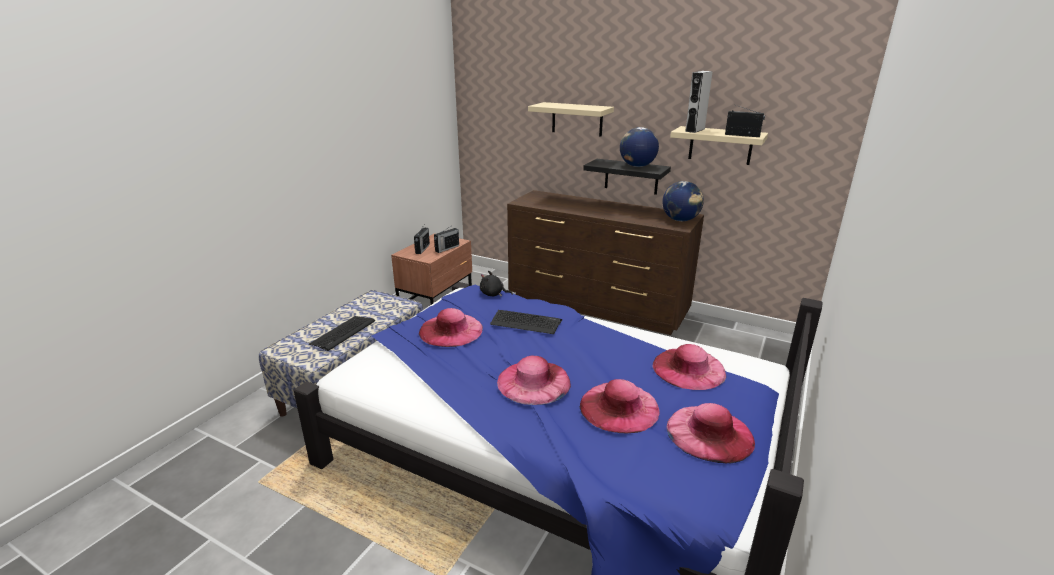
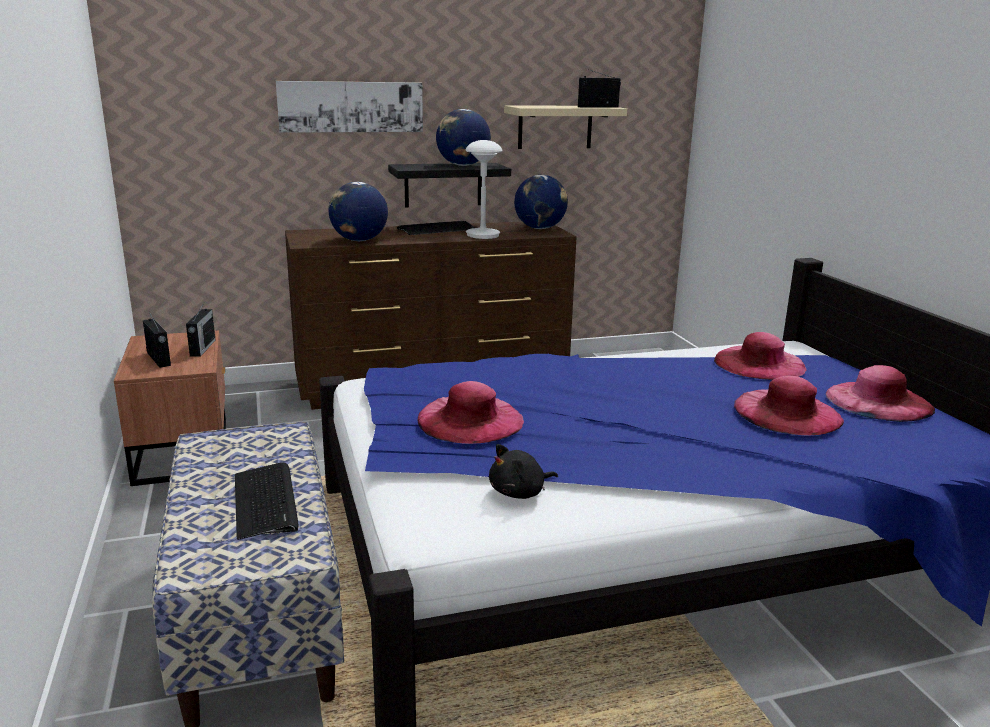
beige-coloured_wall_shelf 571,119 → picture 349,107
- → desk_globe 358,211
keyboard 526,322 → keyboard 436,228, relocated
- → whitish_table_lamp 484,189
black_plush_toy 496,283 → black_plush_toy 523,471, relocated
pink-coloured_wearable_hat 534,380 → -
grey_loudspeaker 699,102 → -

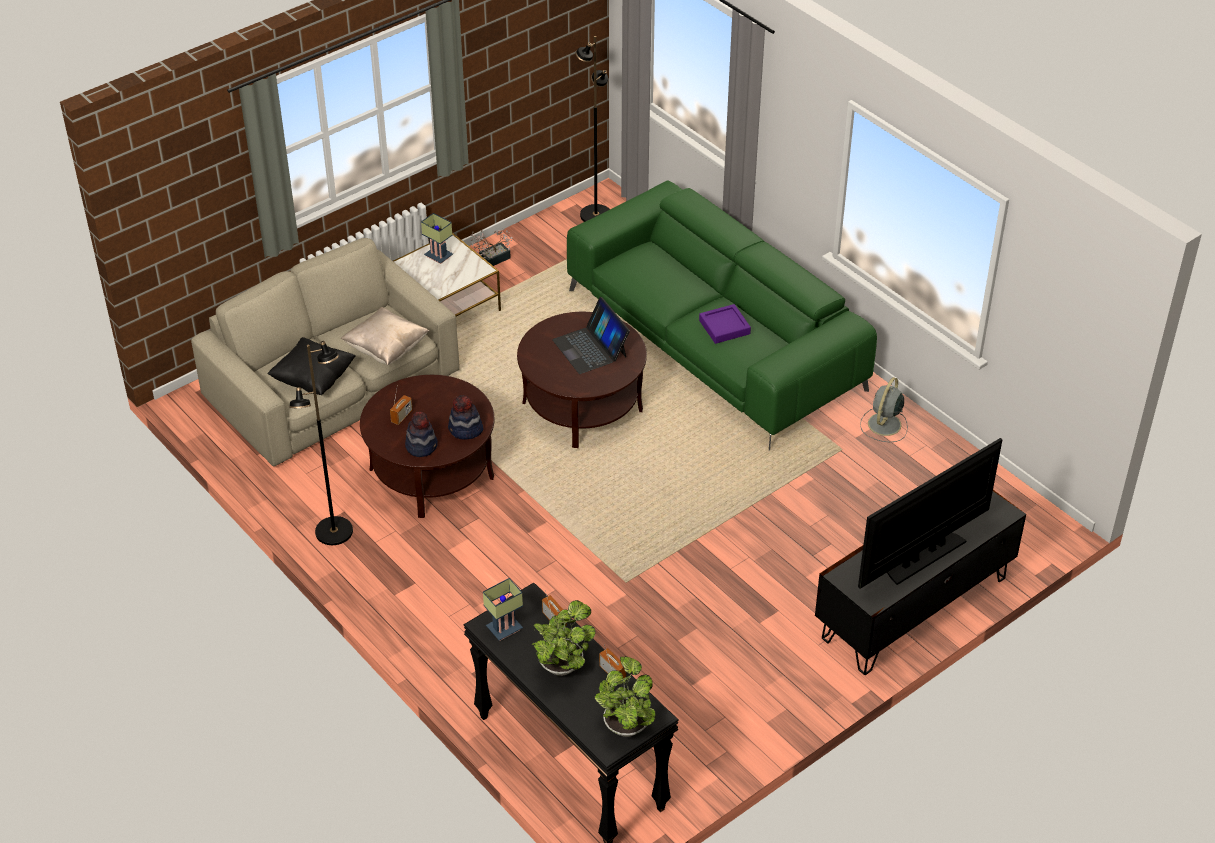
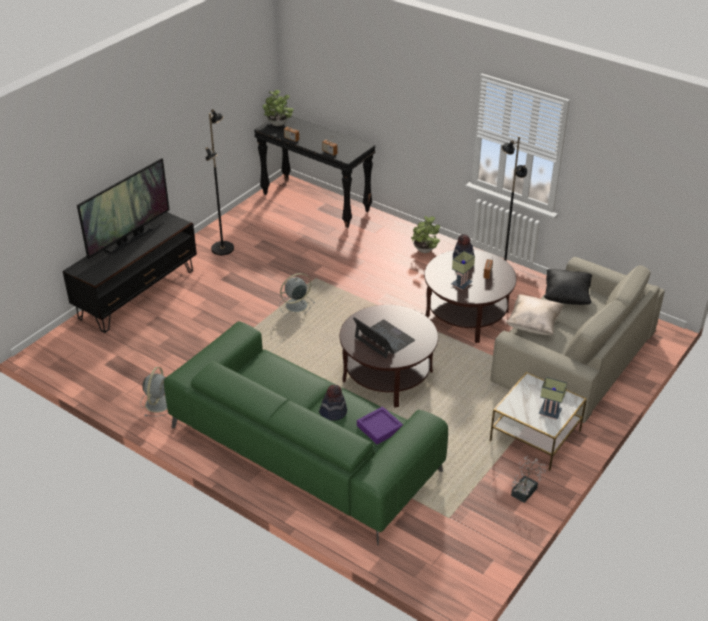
black_standing_lamp 593,129 → black_standing_lamp 219,182, relocated
- → grey_electric_fan 297,294
wearable_hat 466,417 → wearable_hat 333,403, relocated
purplish_tray 725,324 → purplish_tray 380,425, relocated
houseplant 564,638 → houseplant 425,234, relocated
table_lamp 503,609 → table_lamp 463,270, relocated

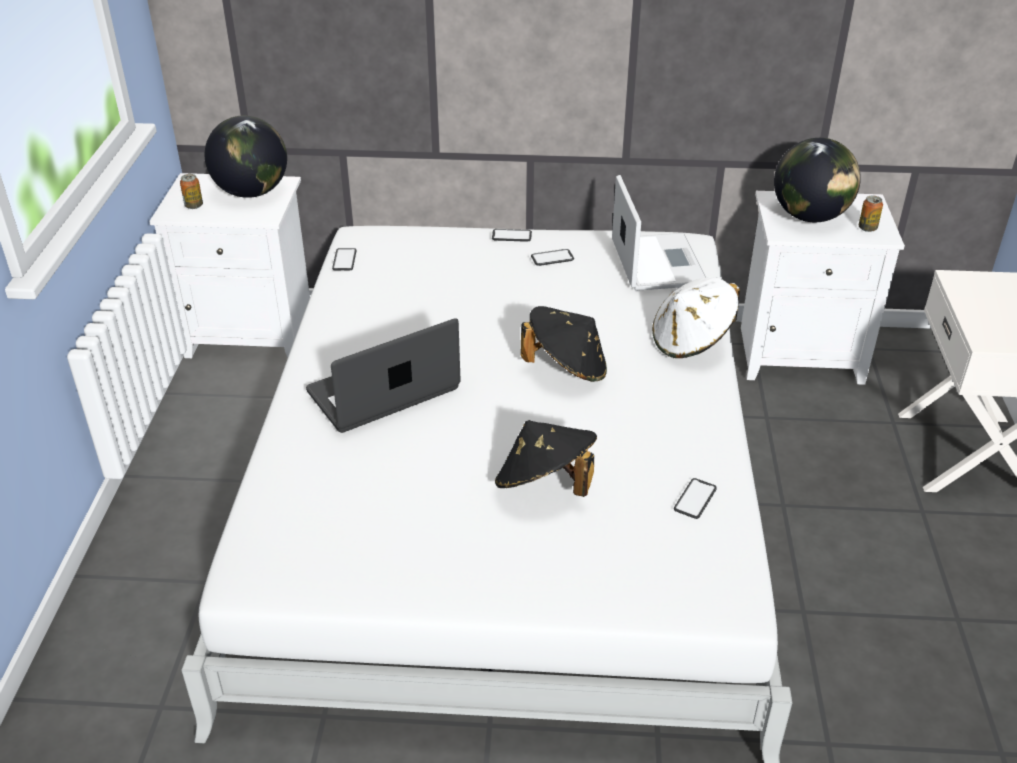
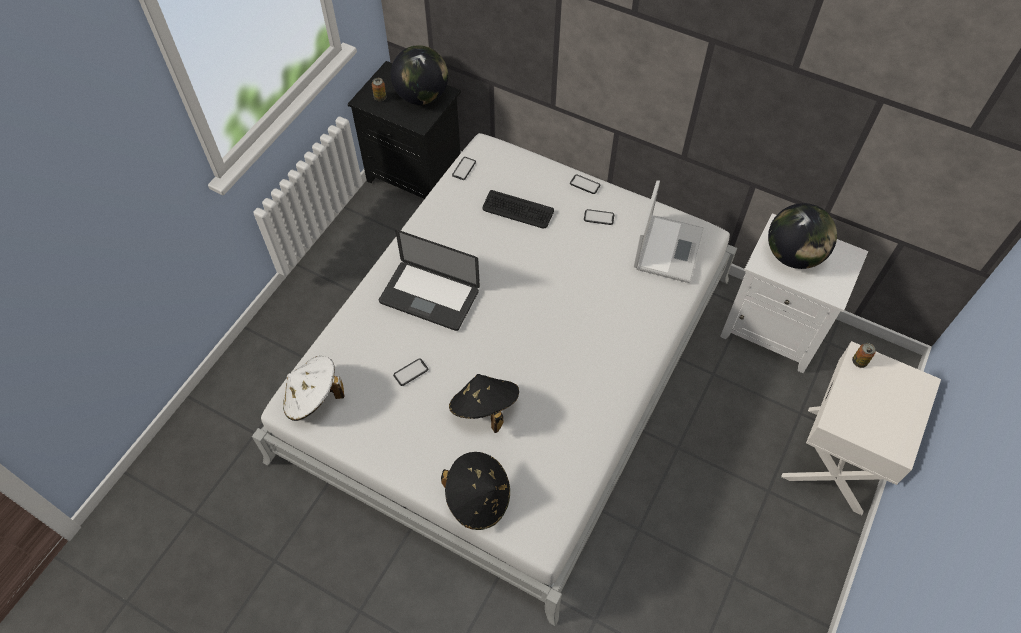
whitish_wearable_hat 696,317 → whitish_wearable_hat 314,388, relocated
whitish_bedside_table 229,265 → black_bedside_table 404,130
laptop 383,375 → laptop 429,280, 150 degrees counterclockwise
phone 695,498 → phone 410,372, relocated
black_wearable_hat 564,344 → black_wearable_hat 475,491, relocated
- → keyboard 518,209
sealed_can 871,214 → sealed_can 864,355, relocated

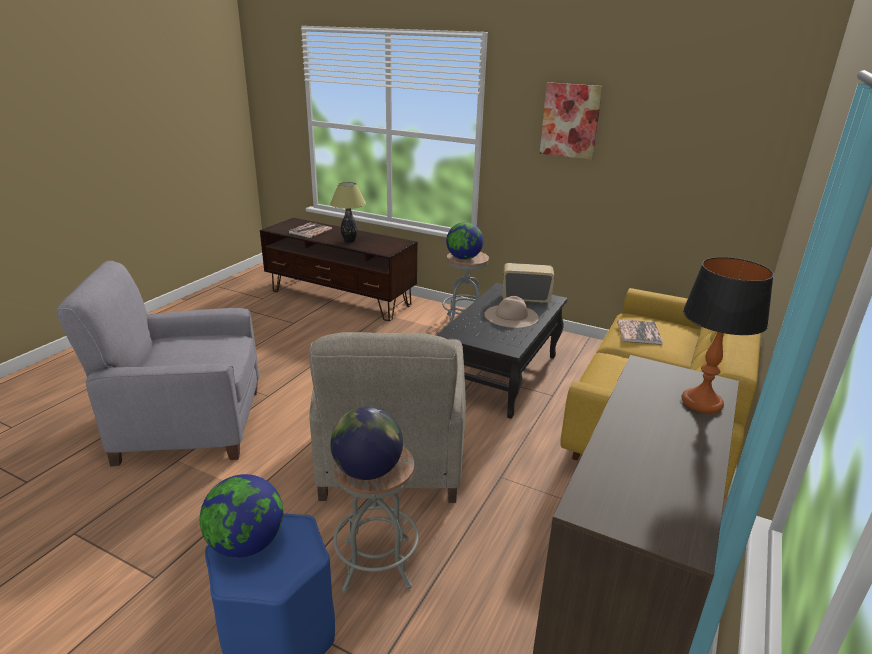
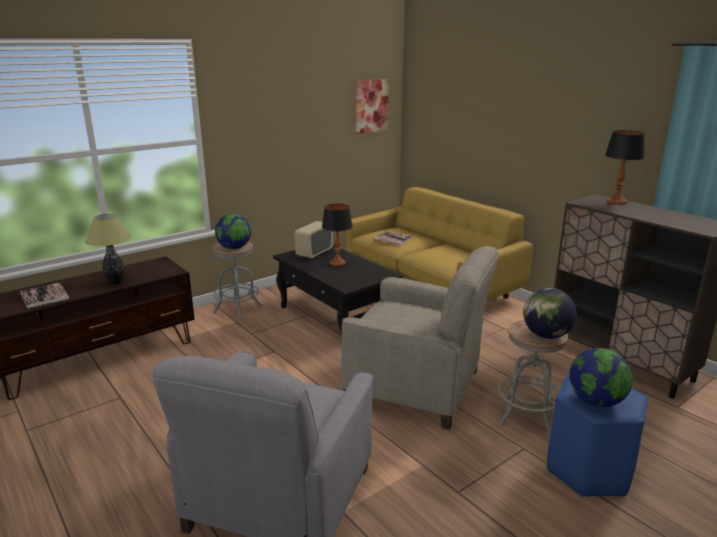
beige-coloured_wearable_hat 511,312 → table_lamp 337,235
picture 571,121 → picture 372,106, relocated

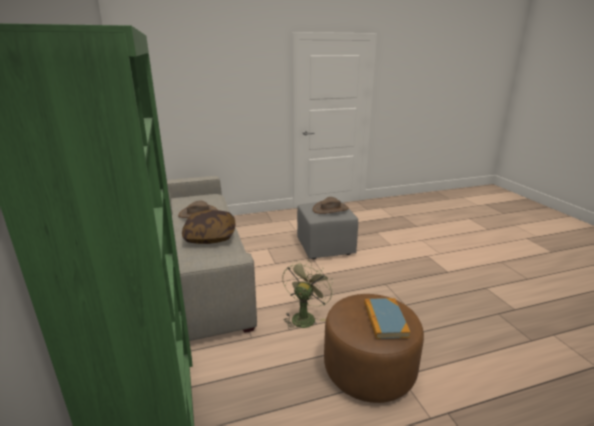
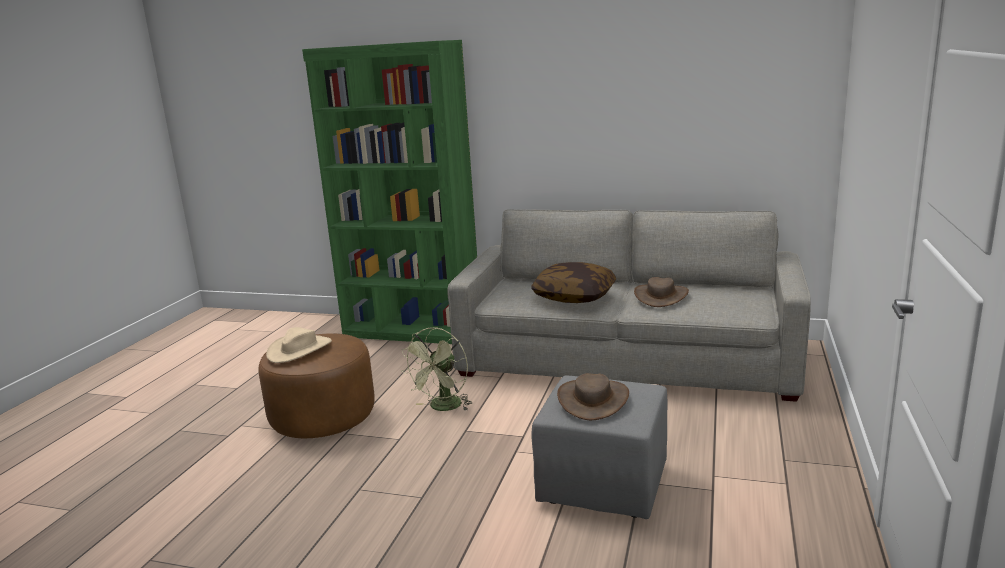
bound_book 387,318 → beige-coloured_wearable_hat 299,345
green-coloured_electric_fan 308,295 → green-coloured_electric_fan 436,369, 60 degrees clockwise

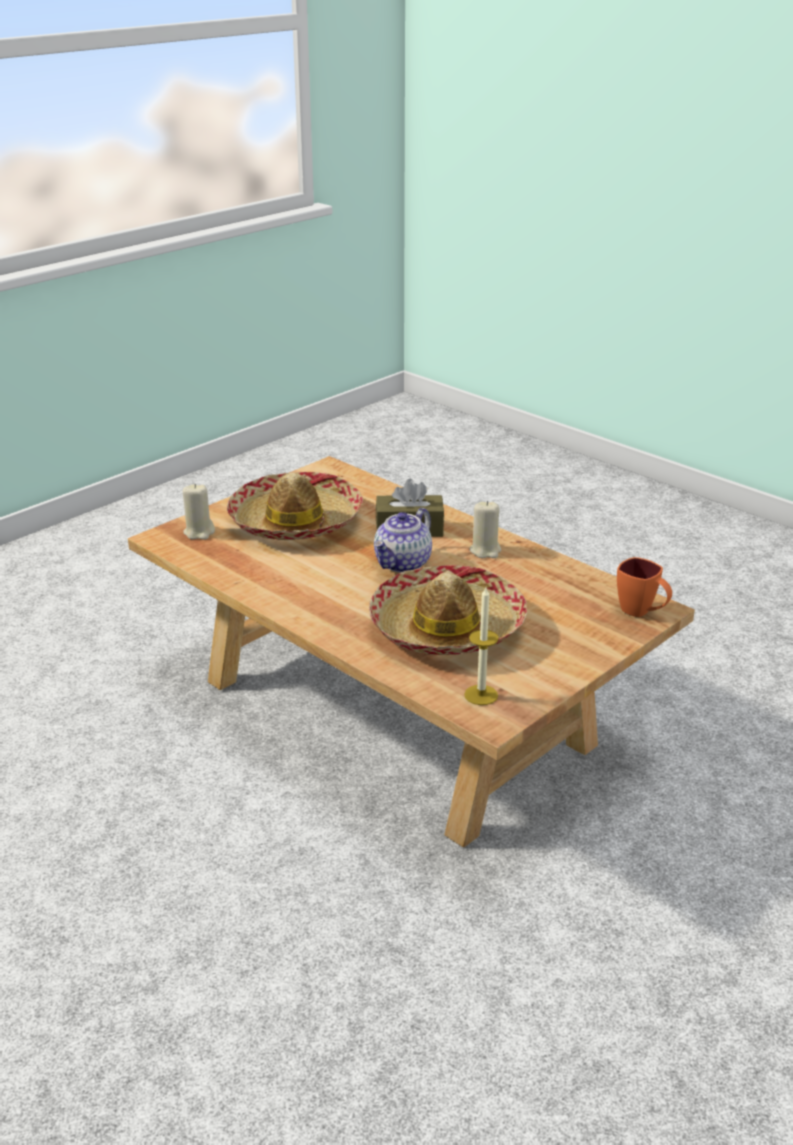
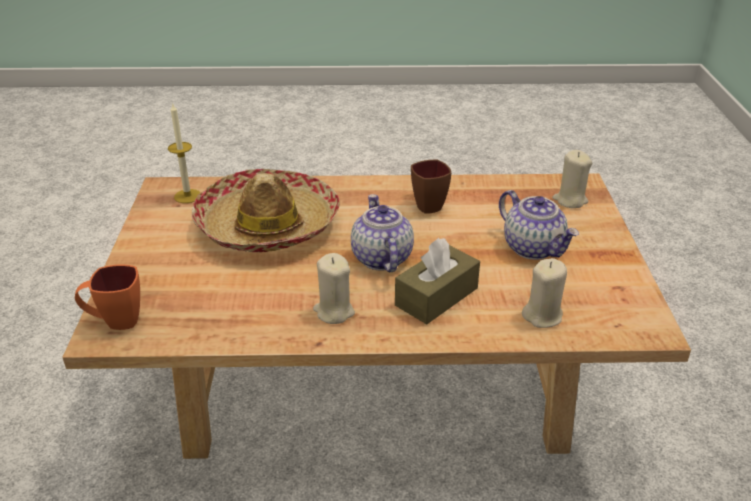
- → brown_mug 431,187
wearable_hat 295,506 → tea_pot 539,225
- → beige-coloured_candle 544,293

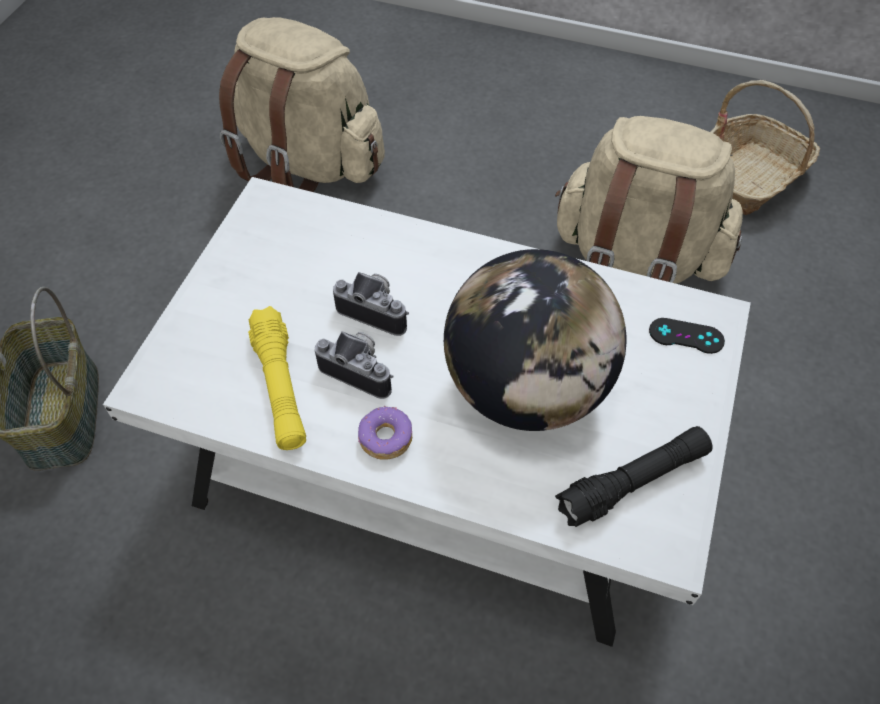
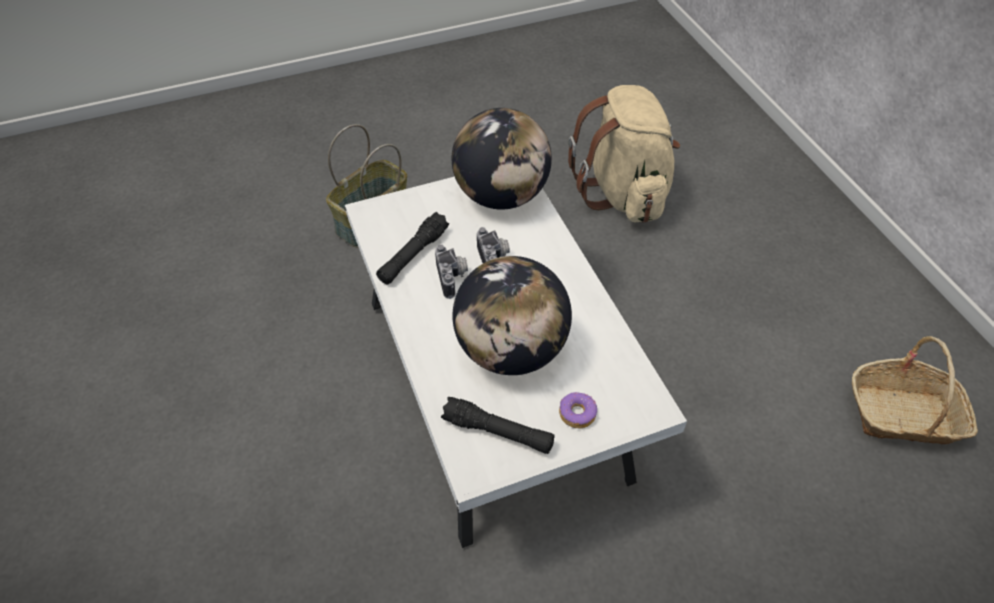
yellowish_torch 277,378 → black_torch 412,248
- → desk_globe 502,159
donut 385,433 → donut 578,410, relocated
beige-coloured_knapsack 649,200 → -
black_game_controller 687,336 → -

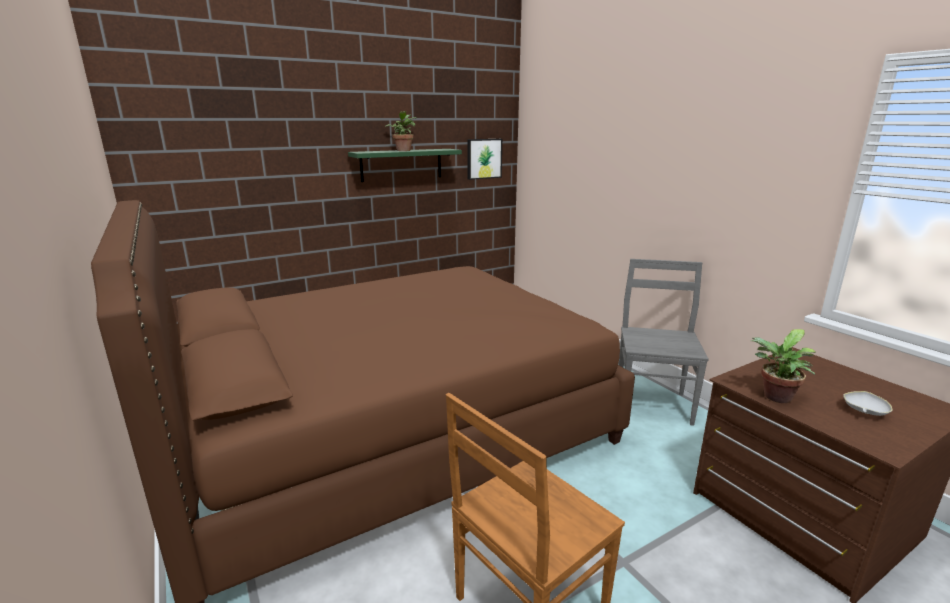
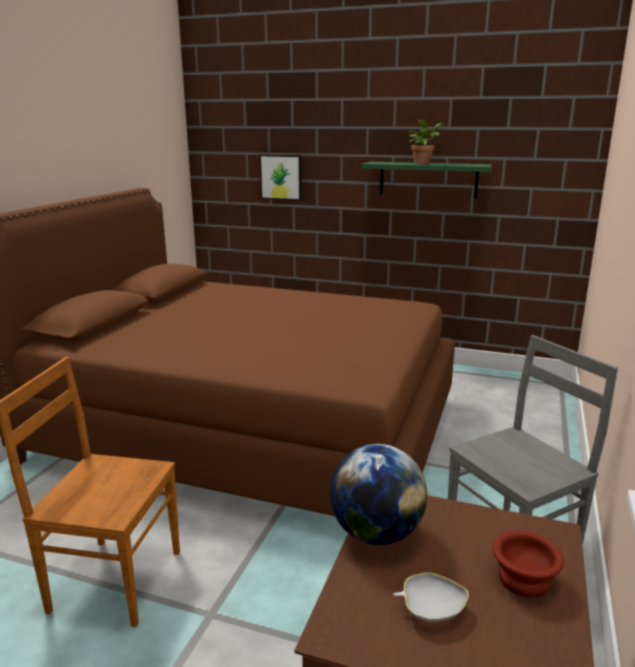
picture 484,159 → picture 280,177, relocated
houseplant 783,366 → desk_globe 378,494
- → brown_bowl 528,564

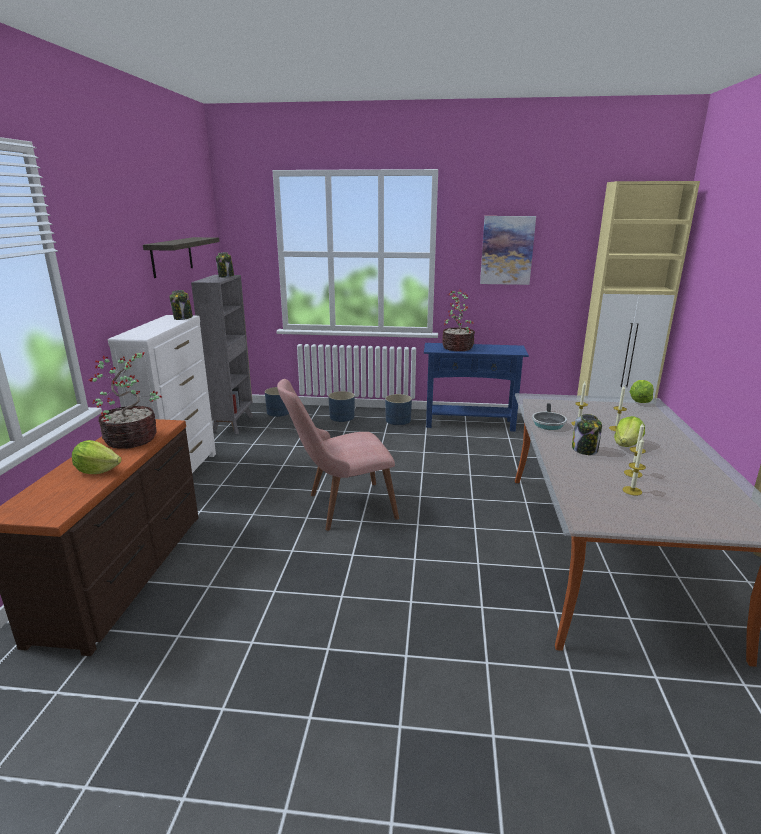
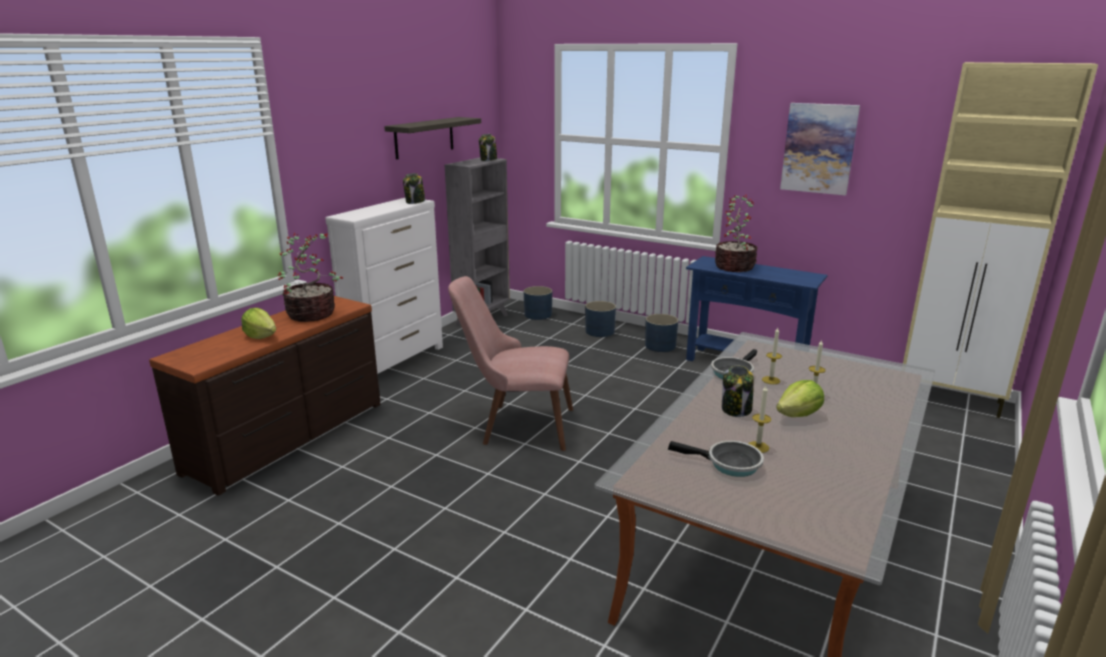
candle 634,467 → frying_pan 716,459
head_of_lettuce 641,391 → -

